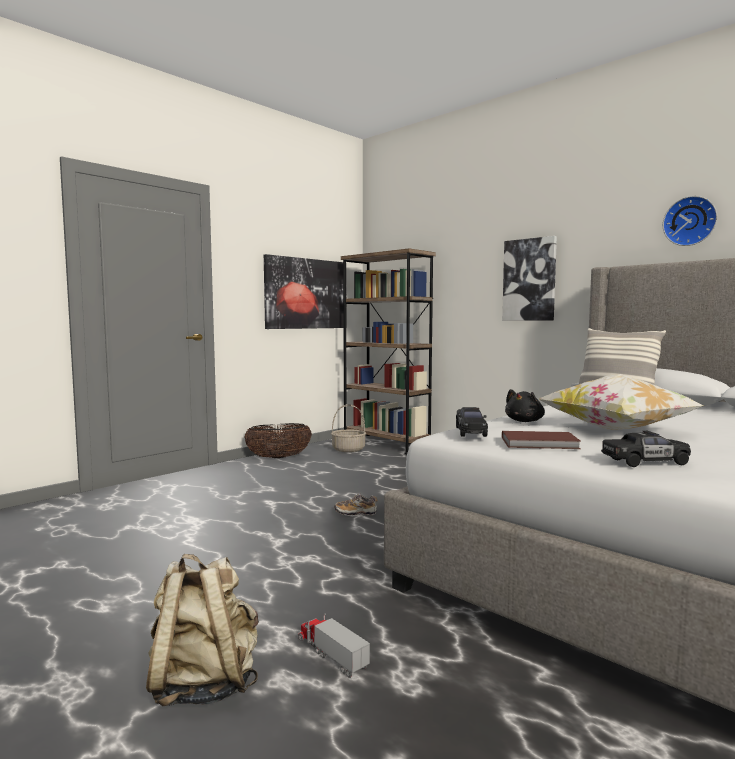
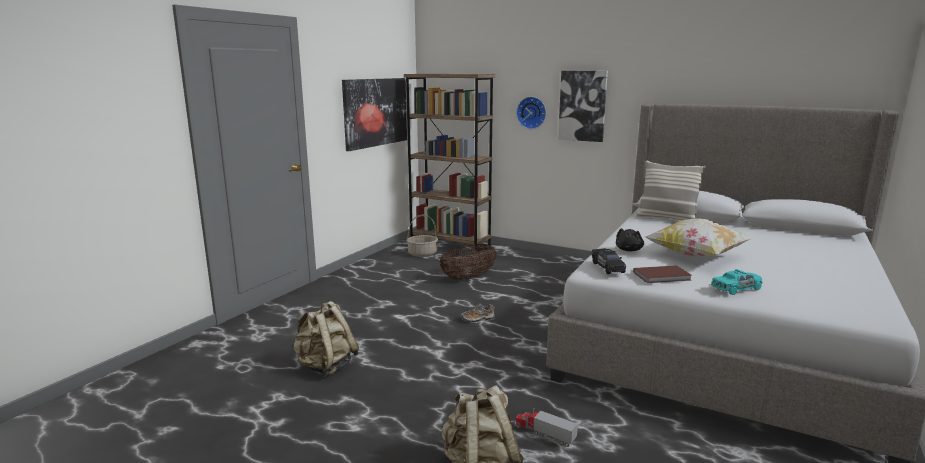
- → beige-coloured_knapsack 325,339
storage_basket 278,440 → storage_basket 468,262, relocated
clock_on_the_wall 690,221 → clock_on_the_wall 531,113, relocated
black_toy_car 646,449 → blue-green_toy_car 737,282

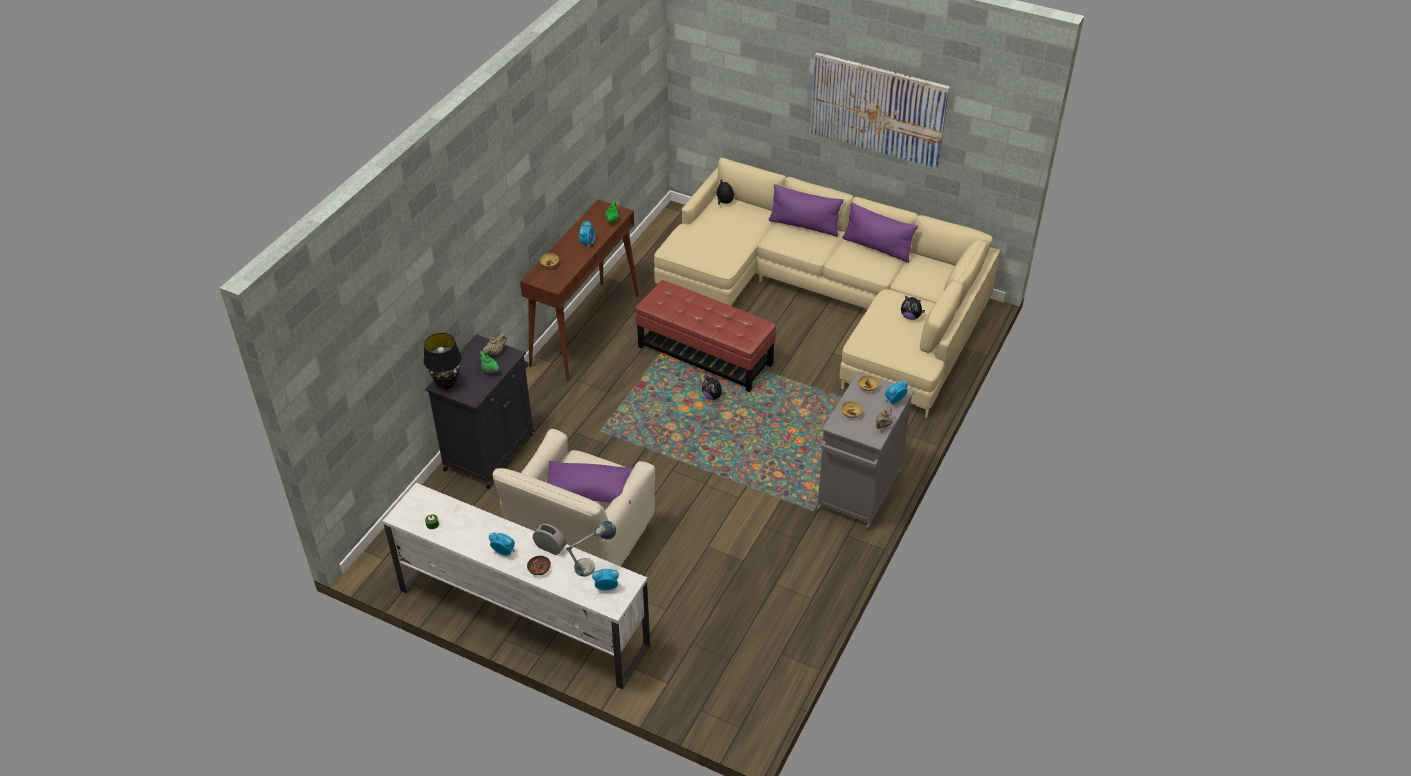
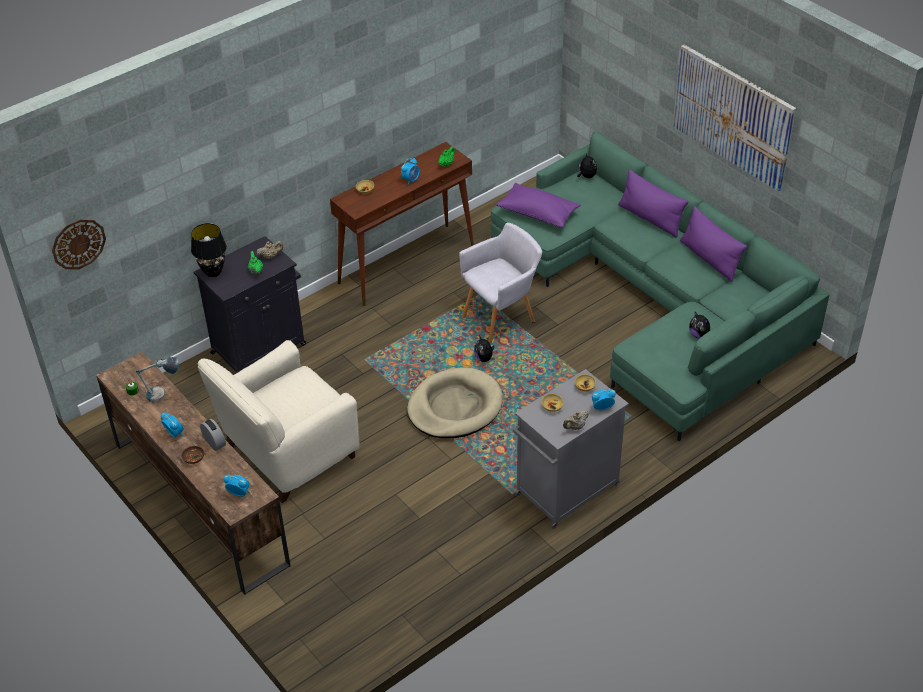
- → clock_on_the_wall 79,244
whitish_tv_unit 516,586 → brown_tv_unit 193,473
table_lamp 591,549 → table_lamp 157,379, relocated
- → beige-coloured_dog_bed 455,402
reddish_pouffe 705,336 → grey_armchair 500,283
beige-coloured_settee 827,288 → green-coloured_settee 660,286
purplish_cushion 590,482 → purplish_cushion 538,205, relocated

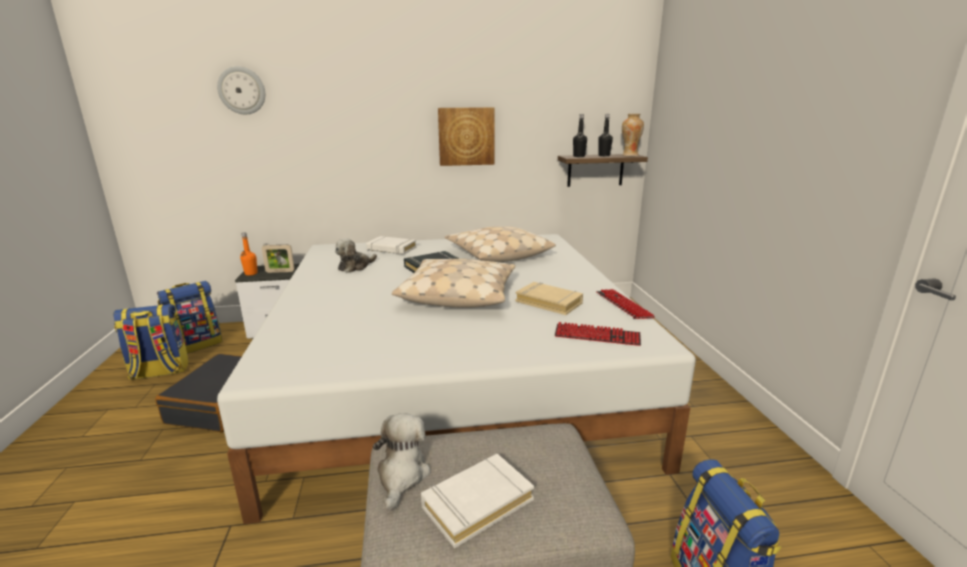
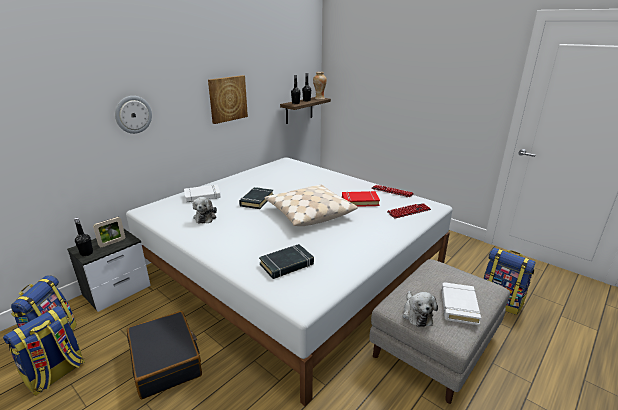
orange-coloured_beverage_bottle 249,254 → black_beverage_bottle 83,237
clock_on_the_wall 241,90 → clock_on_the_wall 133,115, relocated
- → black_bound_book 286,261
beige-coloured_bound_book 549,298 → reddish_bound_book 361,199
plush_toy 402,462 → plush_toy 420,309, 150 degrees counterclockwise
beige-coloured_cushion 500,244 → -

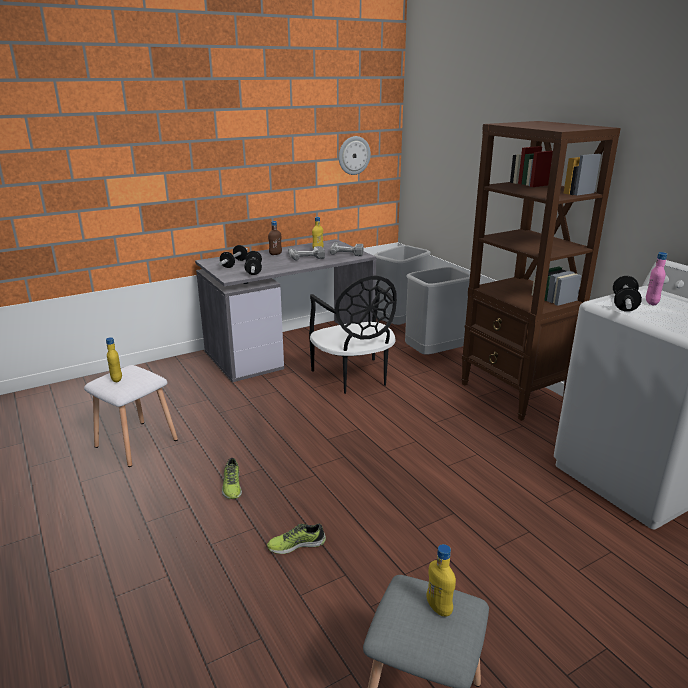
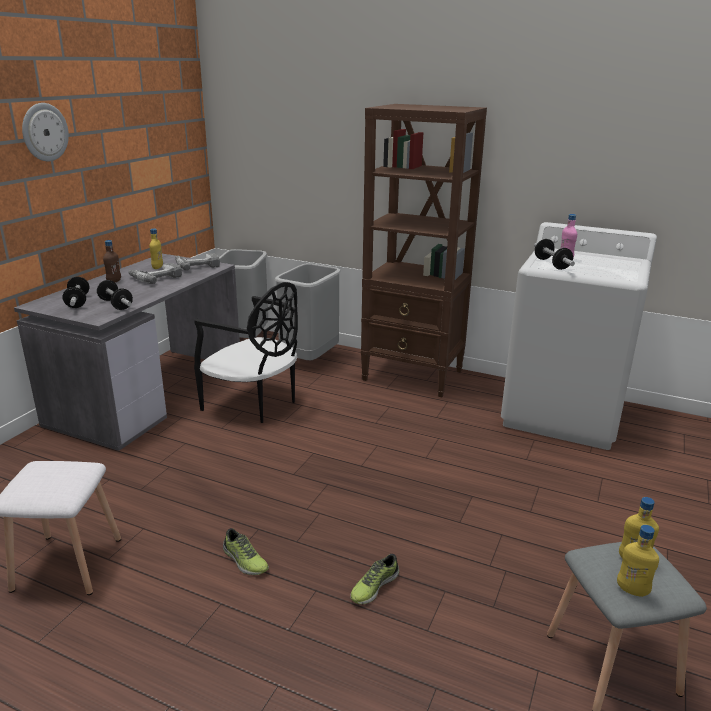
clock_on_the_wall 355,155 → clock_on_the_wall 45,132, relocated
yellowish_beverage_bottle 114,359 → yellowish_beverage_bottle 638,561, relocated

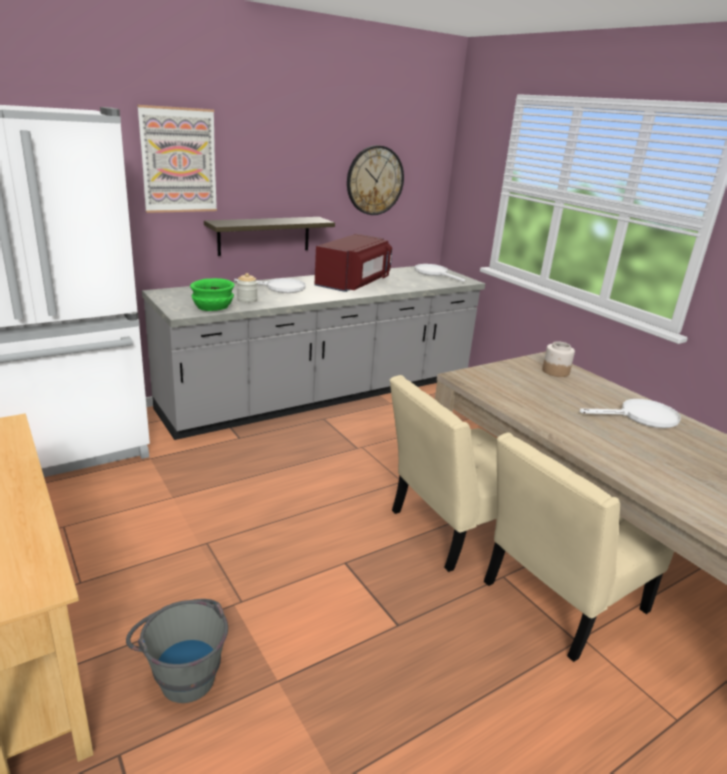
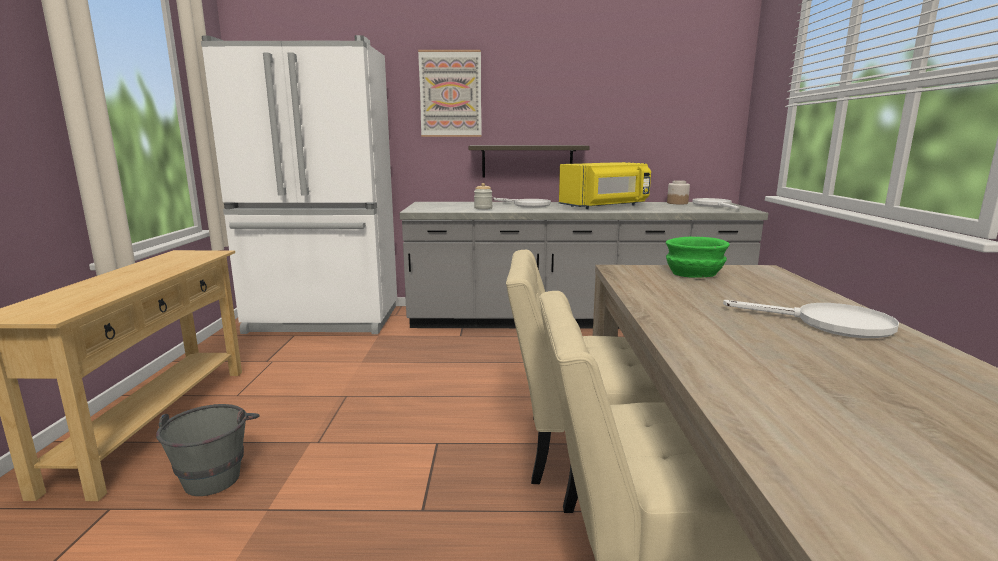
reddish_microwave_oven 353,263 → yellowish_microwave_oven 605,185
green-coloured_bowl 212,294 → green-coloured_bowl 698,257, relocated
preserve_jar 558,359 → preserve_jar 678,192, relocated
clock_on_the_wall 375,180 → -

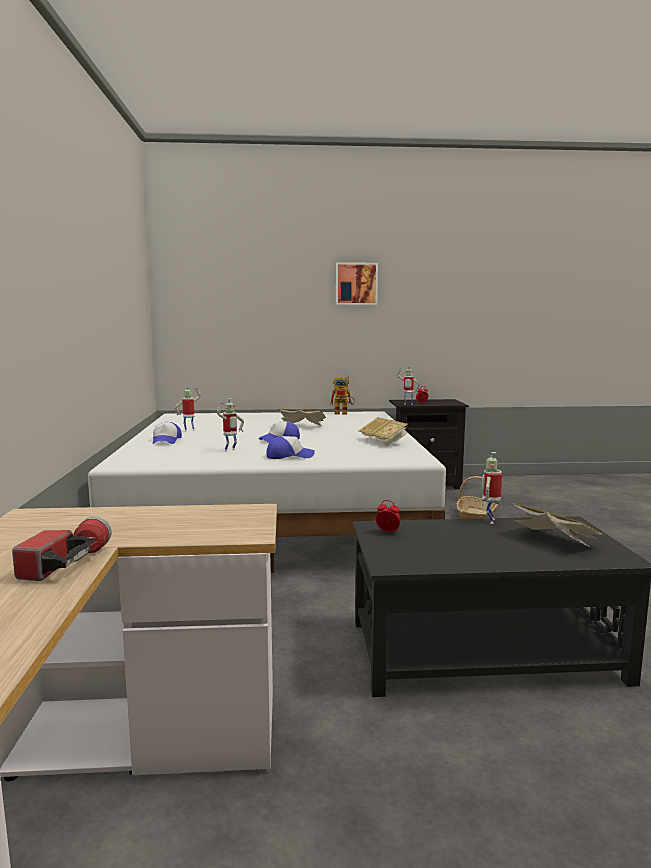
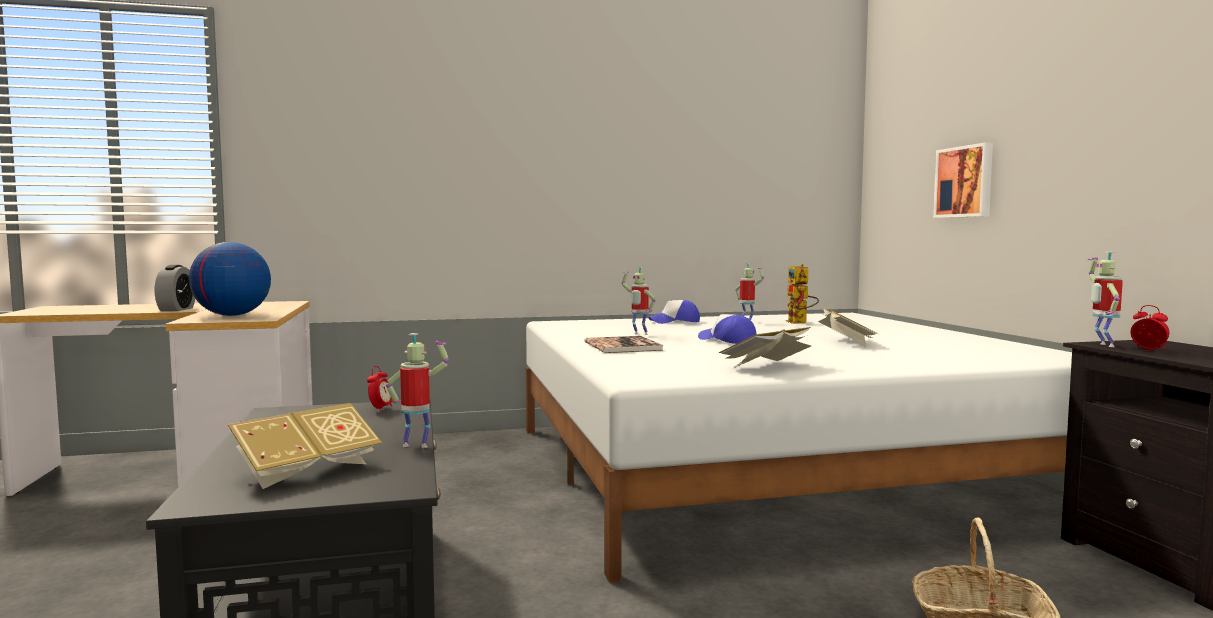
torch 62,548 → alarm_clock 175,288
- → desk_globe 230,279
peaked_cap 290,447 → bound_book 624,344
robot_figure 342,395 → robot_figure 802,294, relocated
picture 357,283 → picture 963,180, relocated

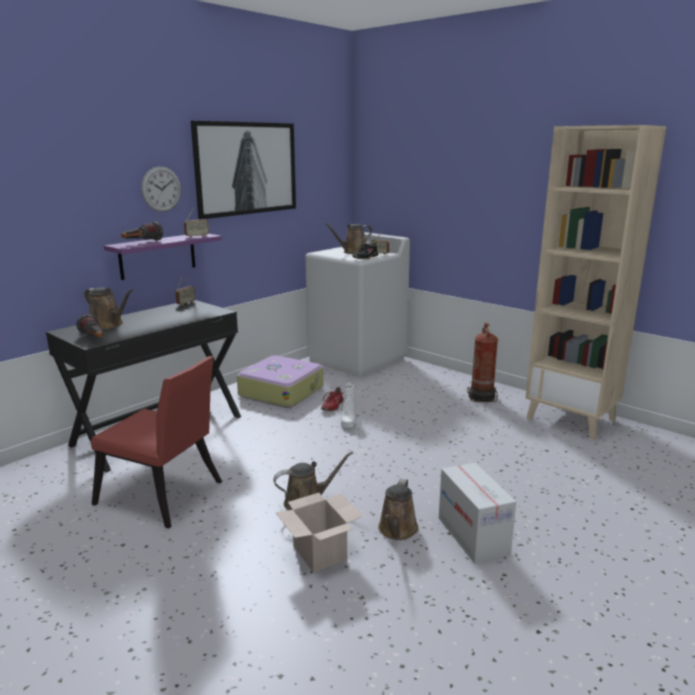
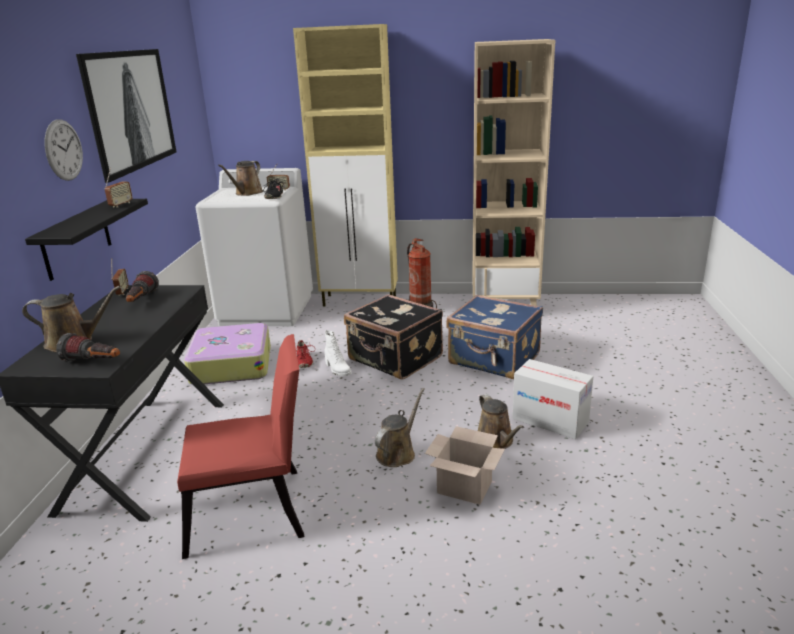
purplish_wall_shelf 163,257 → black_wall_shelf 86,240
torch 142,231 → torch 142,286, relocated
- → beige-coloured_cupboard 345,165
- → black_suitcase 393,337
- → bluish_suitcase 494,337

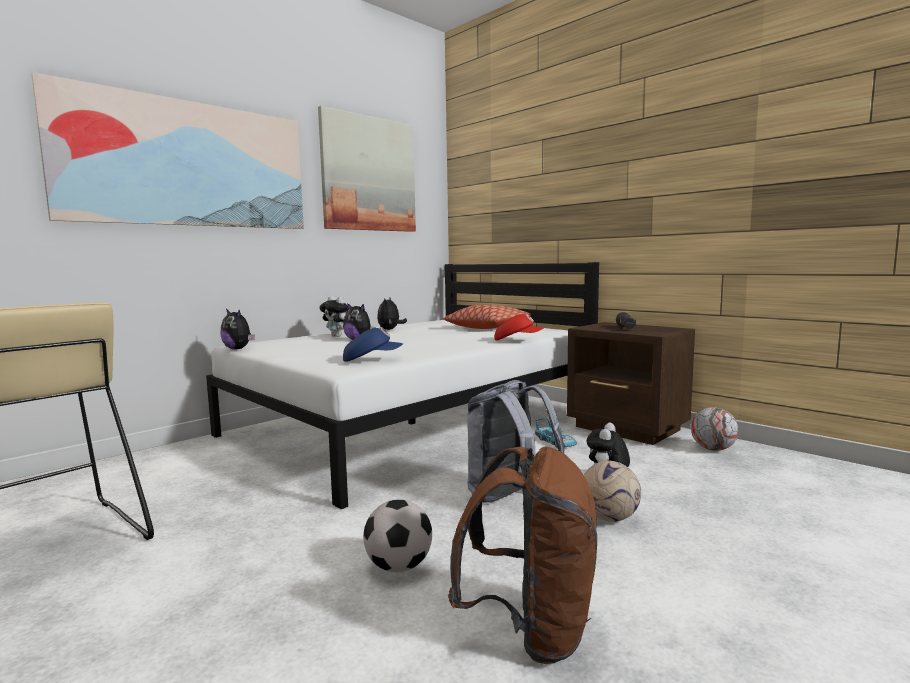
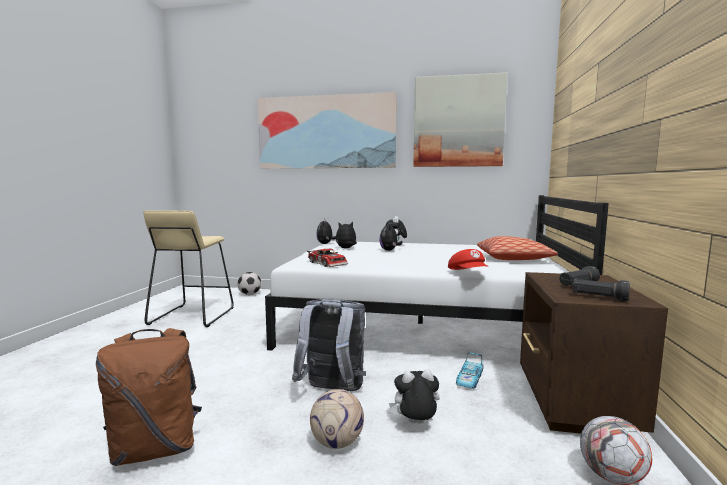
football 397,535 → football 249,283, relocated
bluish_peaked_cap 373,345 → toy_car 327,258
plush_toy 392,314 → plush_toy 346,235, relocated
- → black_torch 601,290

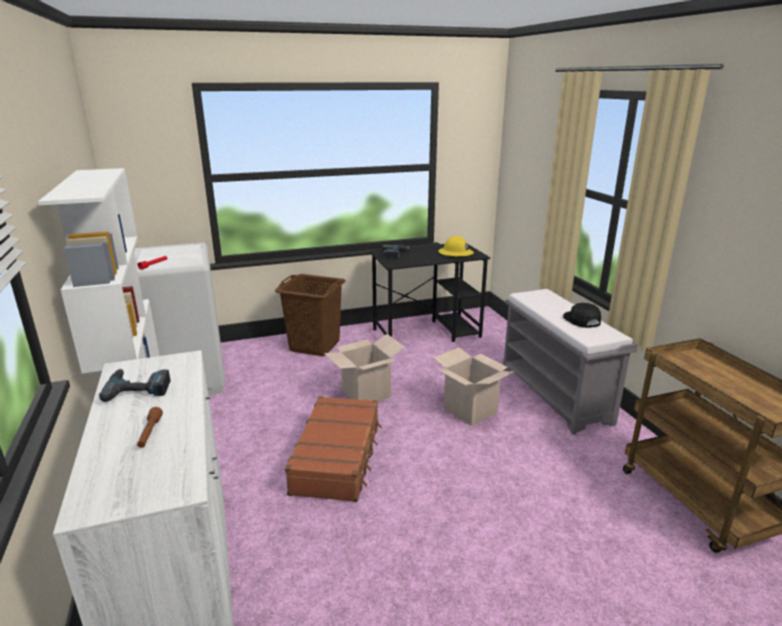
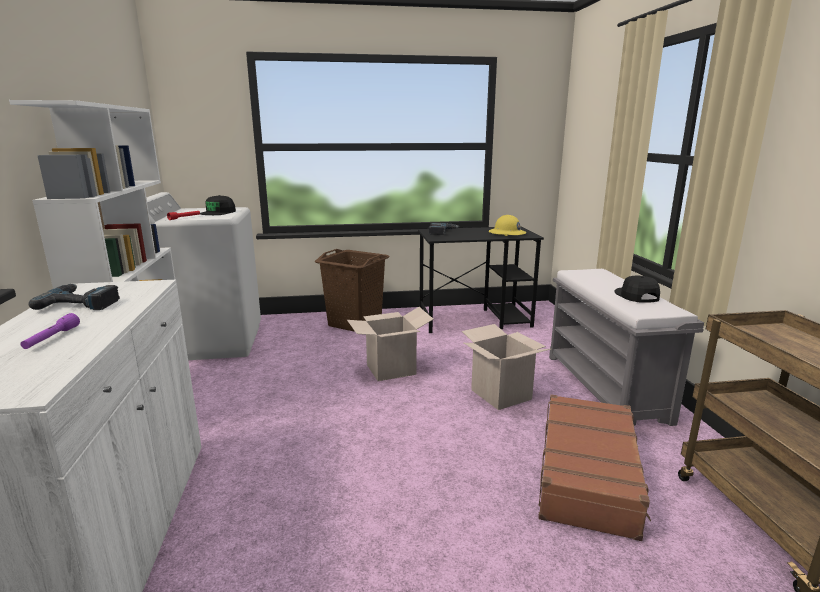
brown_torch 150,427 → purplish_torch 50,331
- → black_peaked_cap 218,205
brown_suitcase 333,449 → brown_suitcase 594,467, relocated

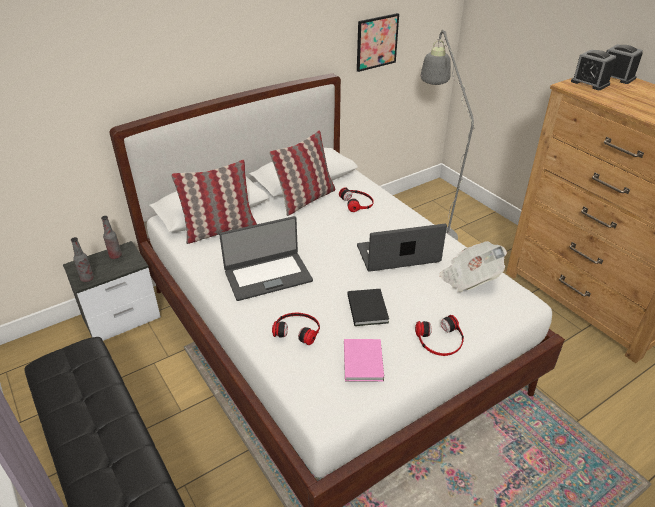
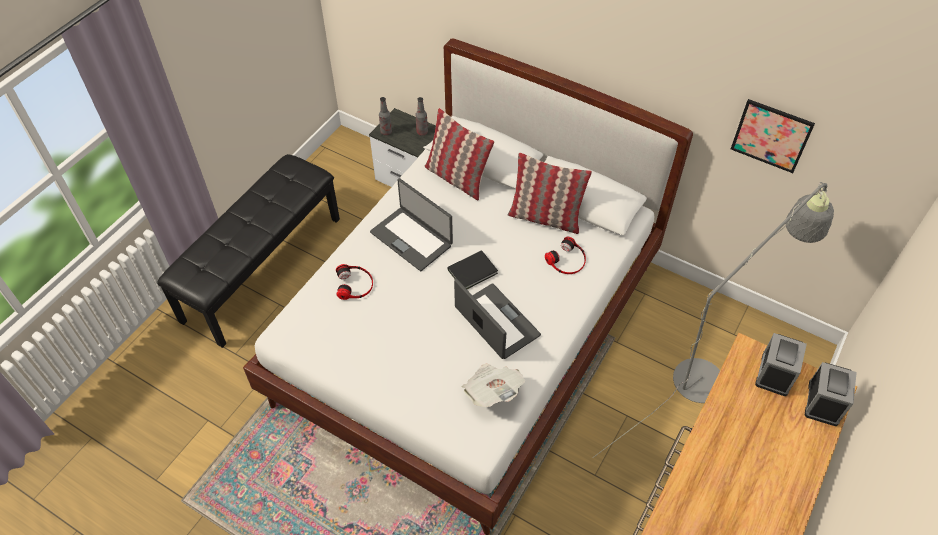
black_bound_book 368,307 → black_bound_book 473,269, relocated
pink-coloured_bound_book 364,360 → -
pair_of_headphones 439,335 → -

